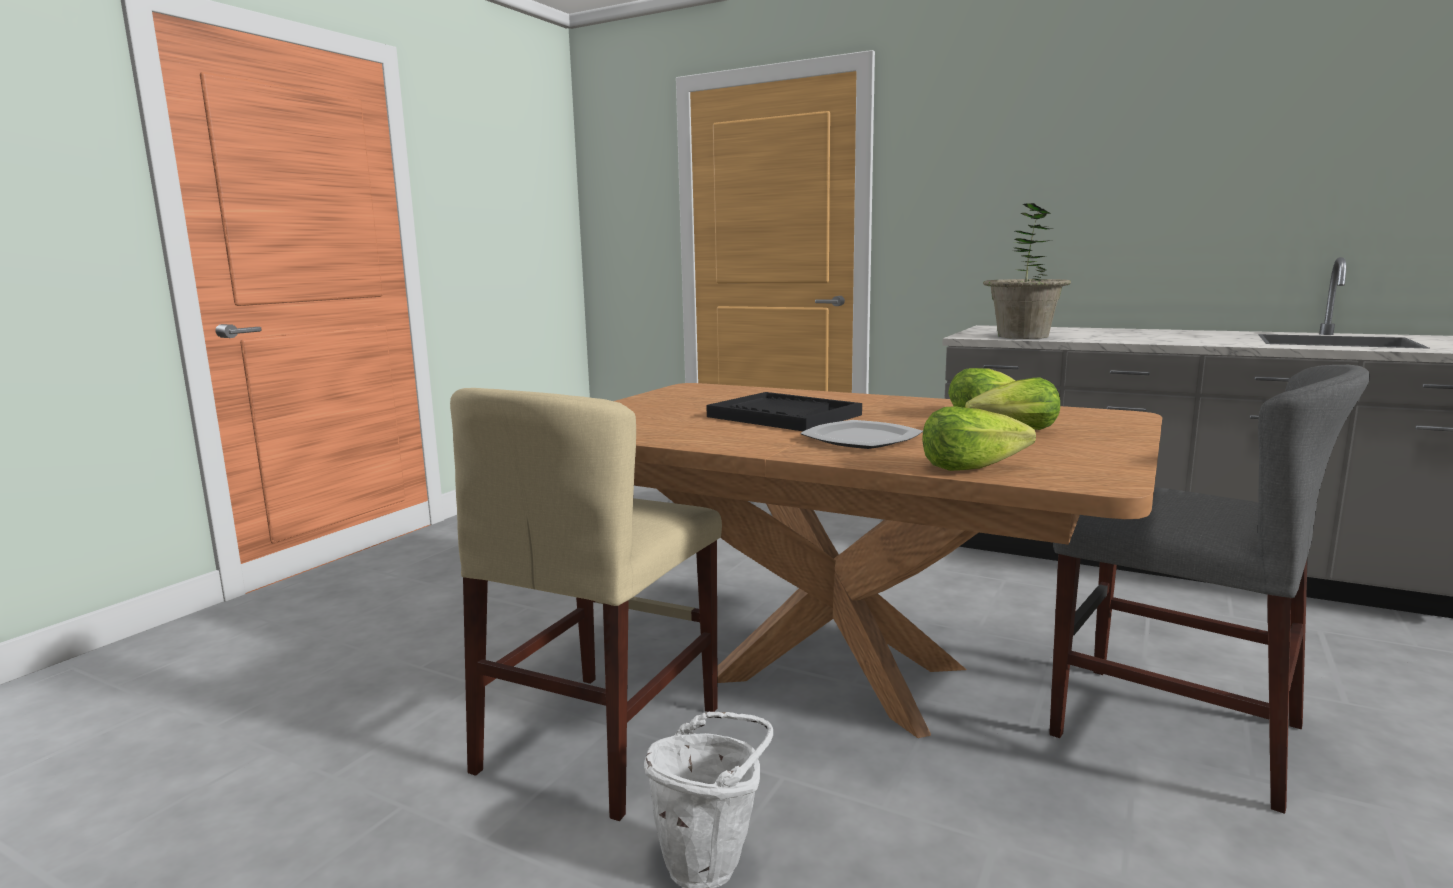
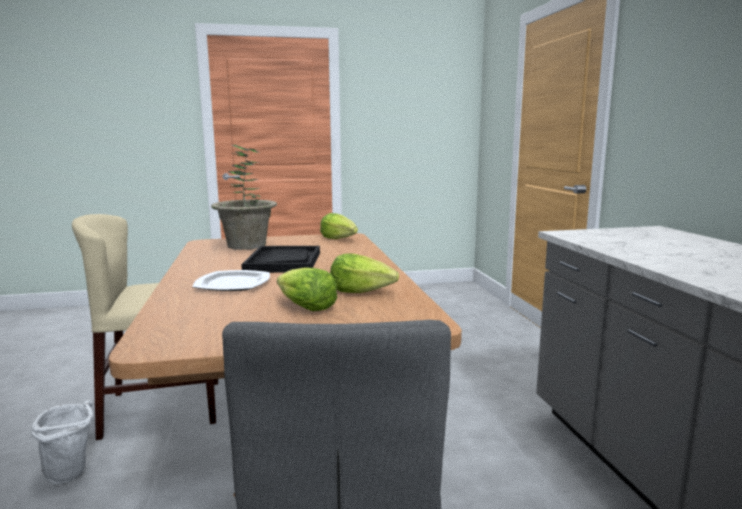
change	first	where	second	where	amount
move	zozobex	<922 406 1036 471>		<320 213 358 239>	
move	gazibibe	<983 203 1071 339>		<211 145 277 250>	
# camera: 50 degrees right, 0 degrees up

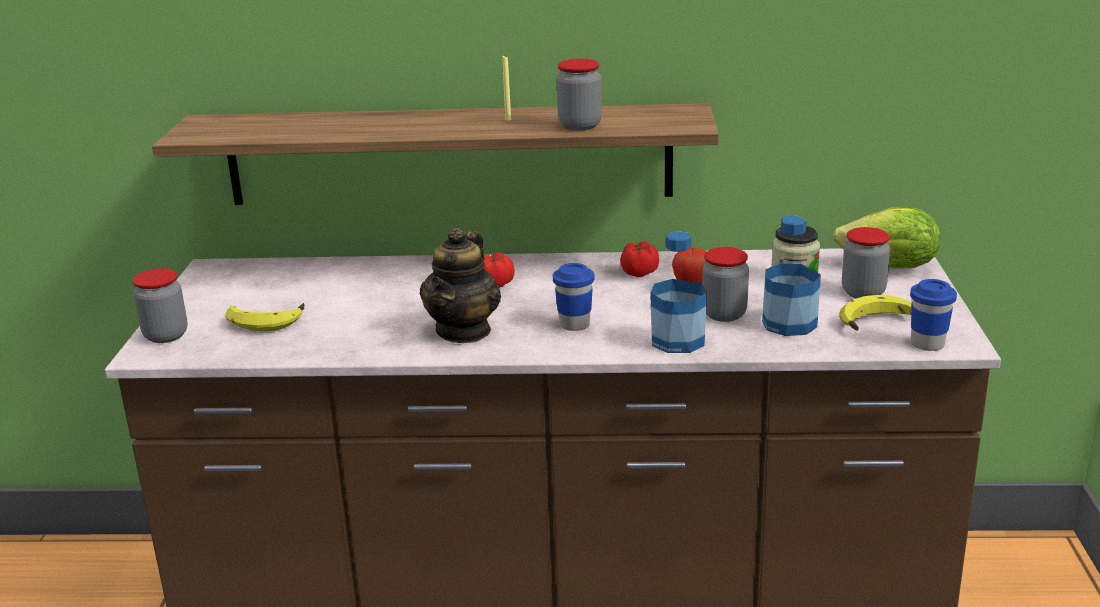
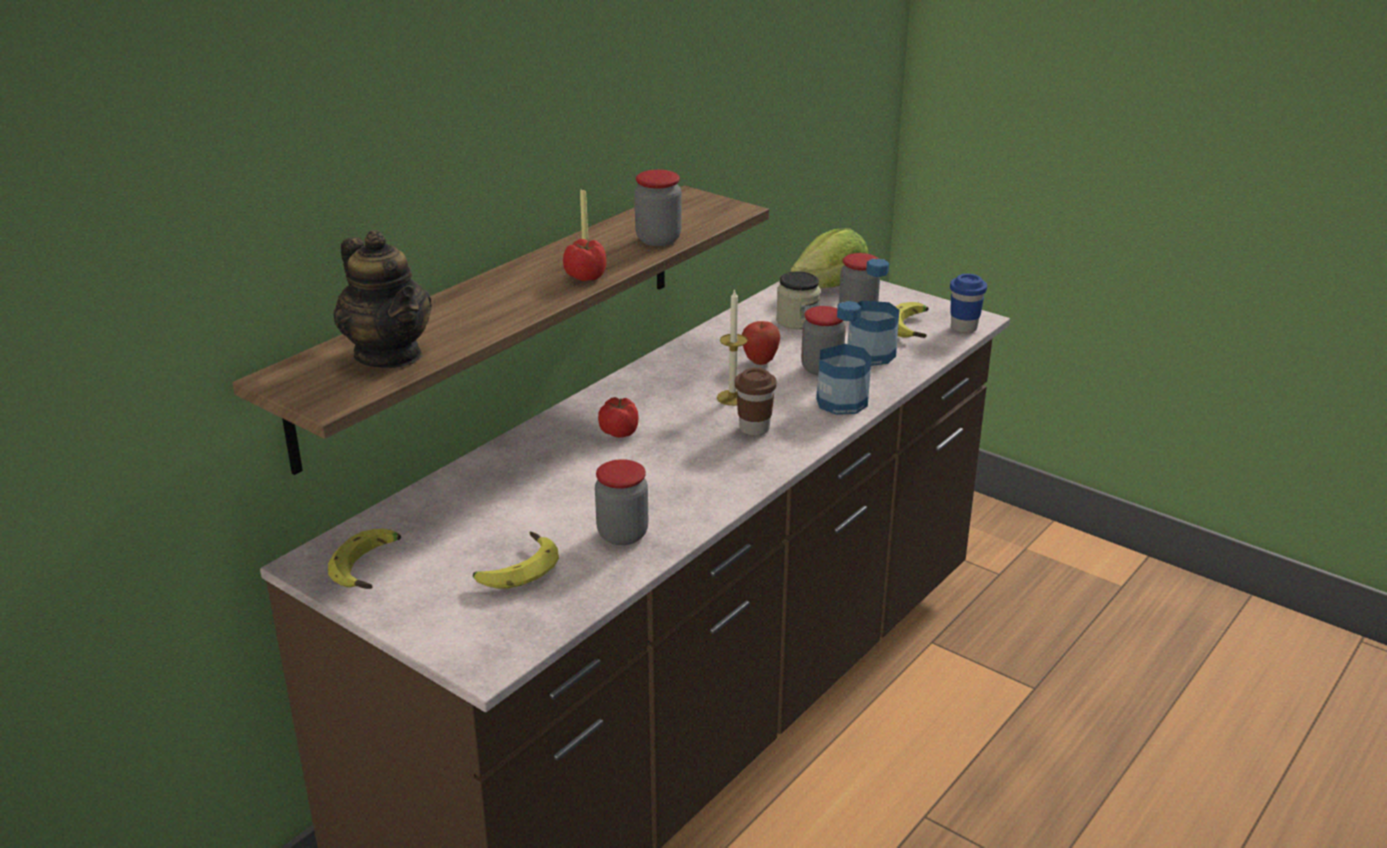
change	first	where	second	where	amount
insert			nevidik	<328 528 401 589>	
insert			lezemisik	<717 289 748 406>	
move	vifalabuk	<132 268 187 343>		<595 459 648 545>	
move	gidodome	<420 227 501 343>		<334 230 432 368>	
move	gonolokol	<620 241 659 277>		<563 239 606 281>	
recolor	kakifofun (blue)	<553 263 594 331>	kakifofun (brown)	<735 368 777 436>	
# camera: 55 degrees left, 5 degrees up

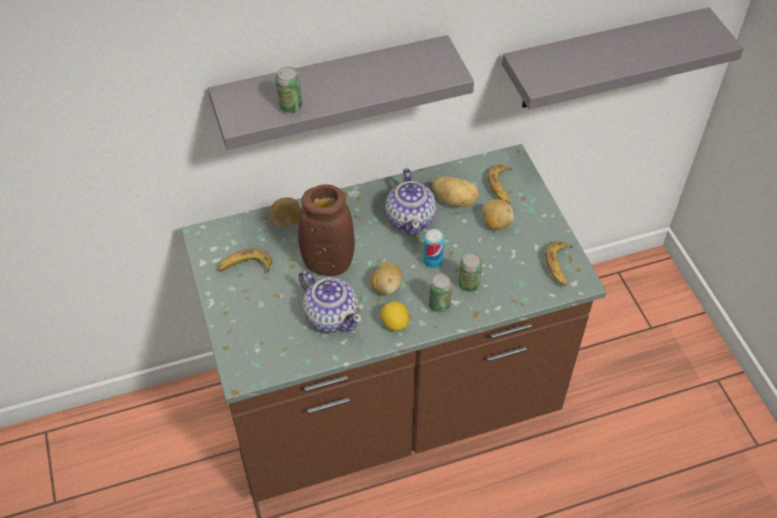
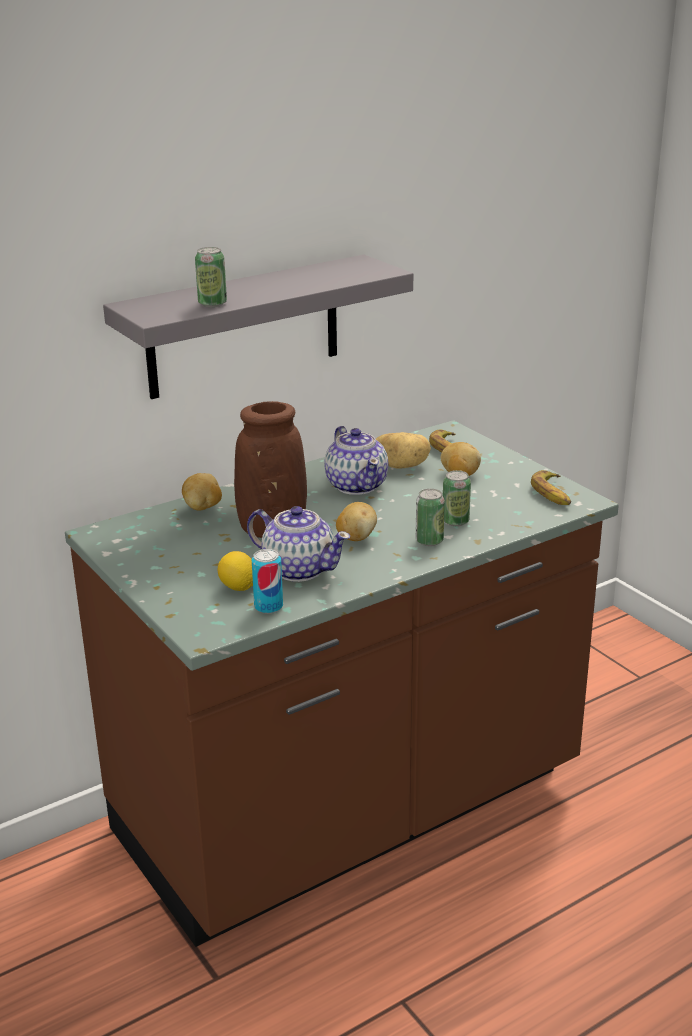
change	first	where	second	where	amount
delete	nevidik	<218 249 272 273>			
delete	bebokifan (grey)	<502 7 744 110>			
move	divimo	<381 301 409 331>		<218 551 253 591>	
move	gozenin	<423 229 444 268>		<252 549 283 614>	
# camera: 15 degrees left, 25 degrees down

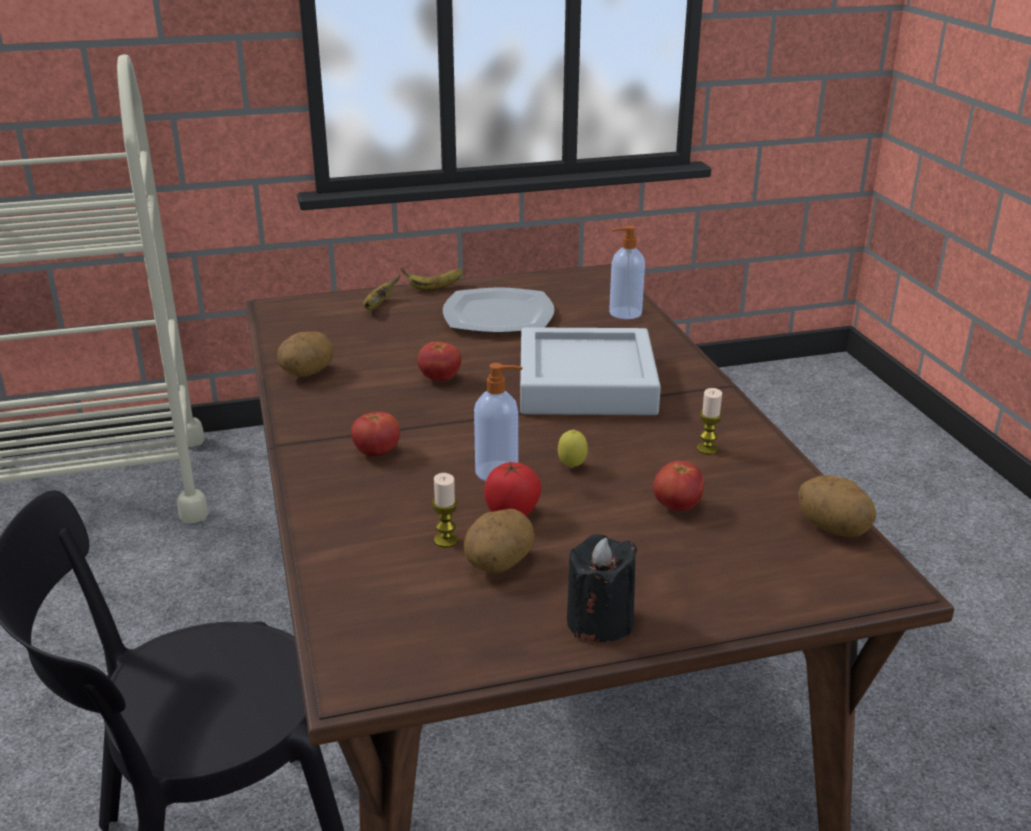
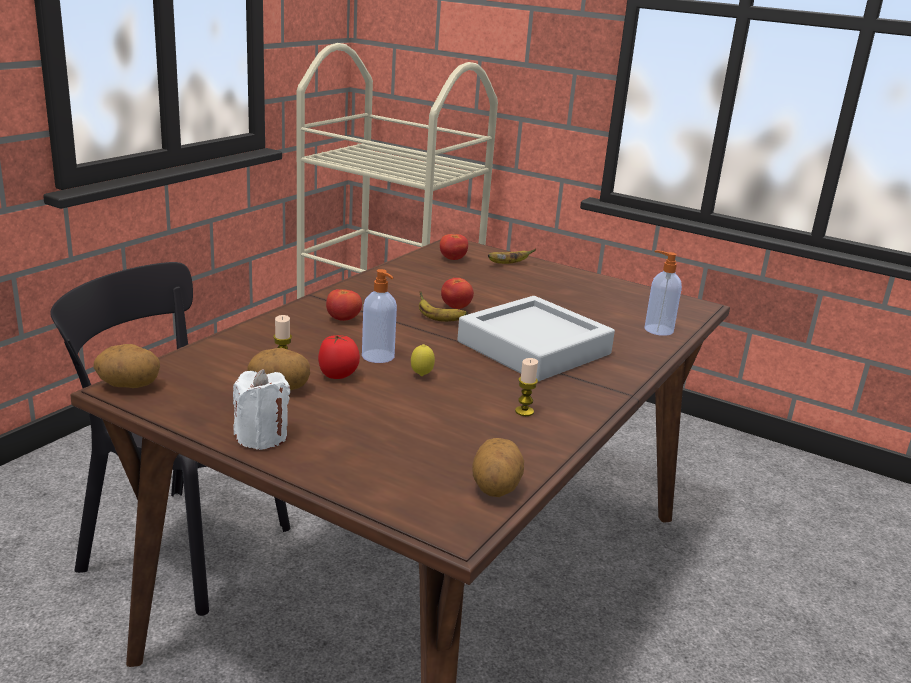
change	first	where	second	where	amount
delete	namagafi	<443 287 555 333>			
move	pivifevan	<277 331 334 377>		<93 344 160 388>	
move	nevidik	<400 268 464 290>		<419 291 468 322>	
move	gonolokol	<653 461 704 511>		<440 234 468 260>	
recolor	lezemisik (black)	<567 534 637 642>	lezemisik (white)	<233 369 290 450>	
# camera: 45 degrees right, 5 degrees down

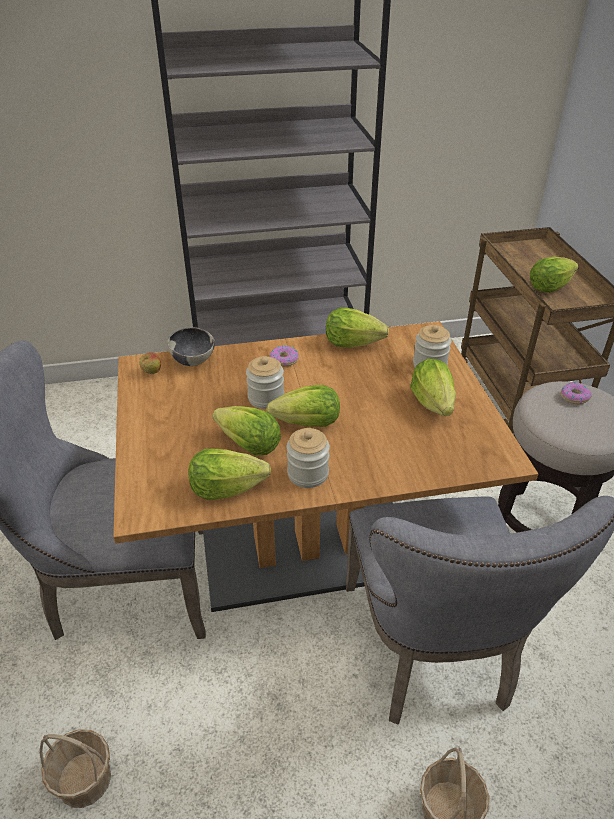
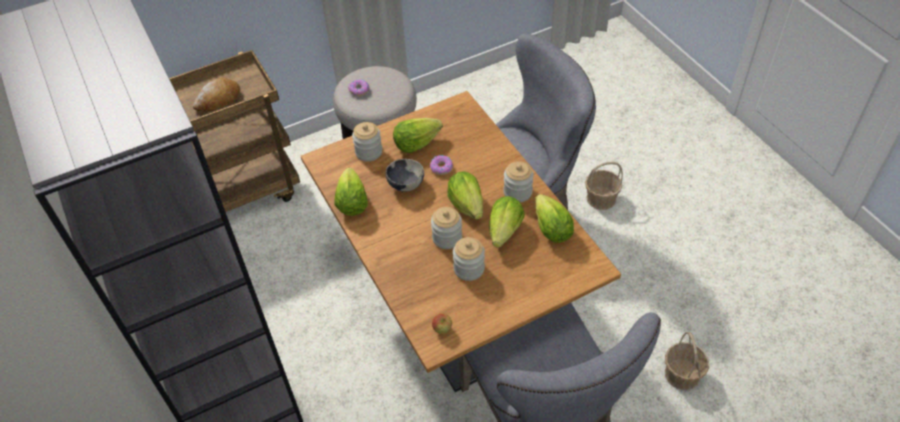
change	first	where	second	where	amount
insert			vifalabuk	<453 237 485 281>	
move	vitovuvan	<167 327 215 366>		<385 159 424 192>	
move	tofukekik	<269 345 299 366>		<430 155 453 175>	
replace	zozobex	<530 257 579 293>	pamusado	<193 77 240 112>	
# camera: 105 degrees left, 10 degrees up

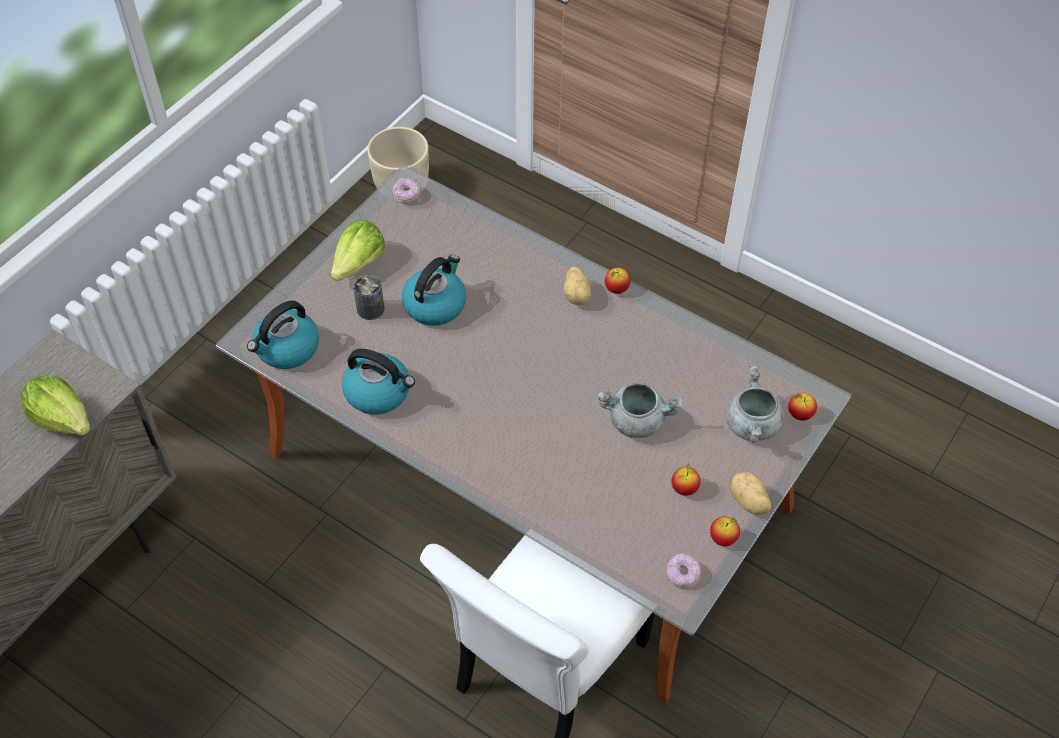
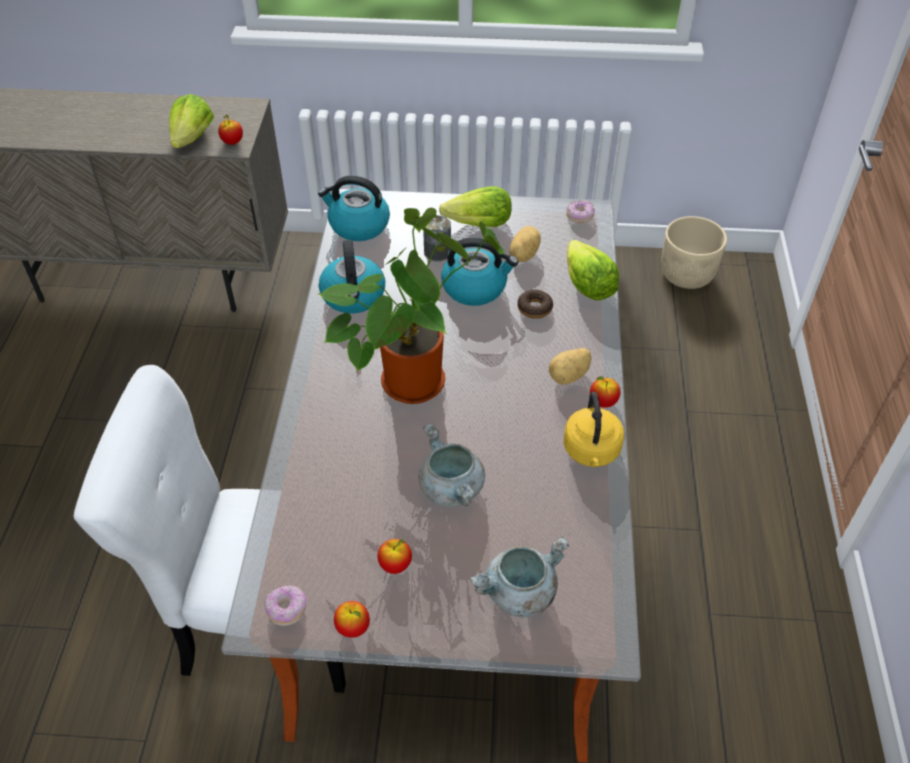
change	first	where	second	where	amount
insert			gazibibe	<317 208 505 404>	
insert			tofukekik	<517 290 553 319>	
insert			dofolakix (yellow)	<564 392 624 467>	
insert			zozobex	<567 240 619 300>	
move	pivifevan	<730 472 771 515>		<510 226 541 262>	
move	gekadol	<788 393 817 421>		<218 115 243 145>	
# camera: 60 degrees right, 5 degrees down

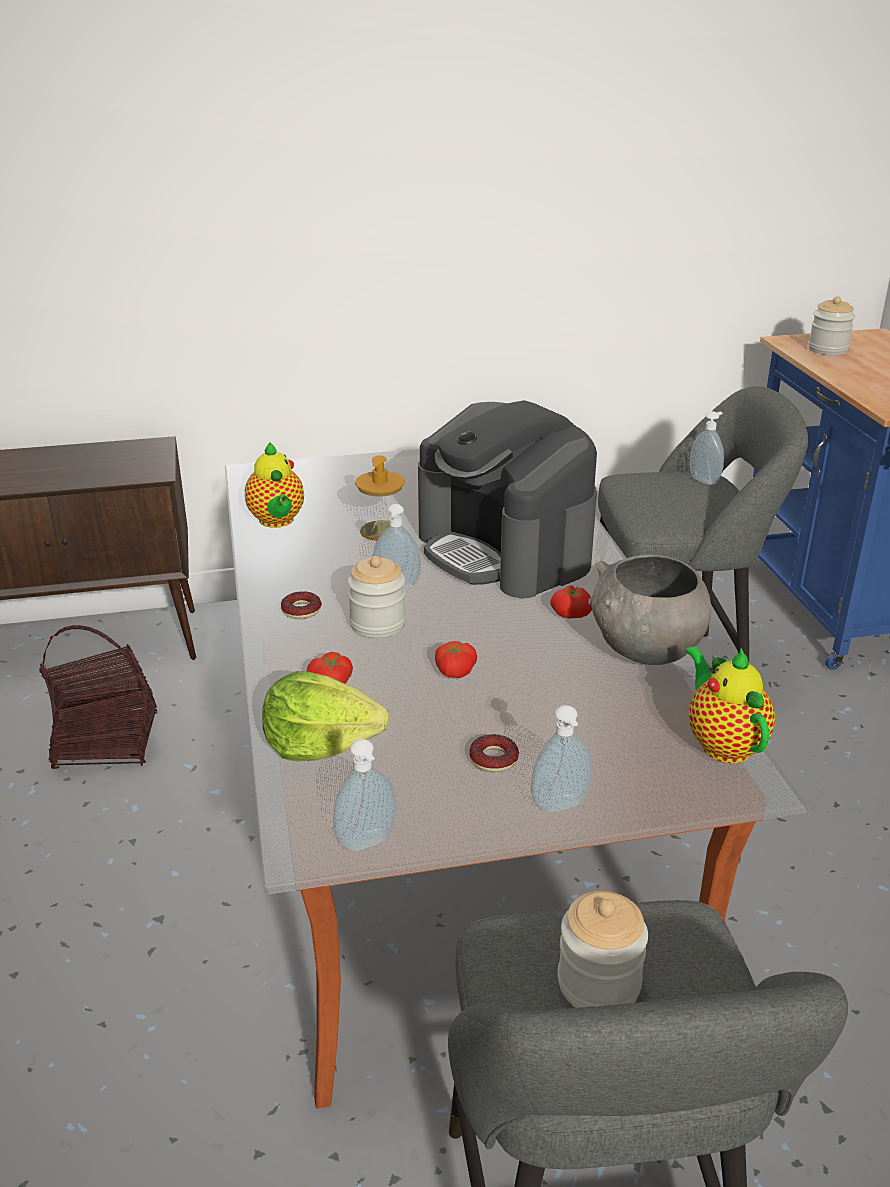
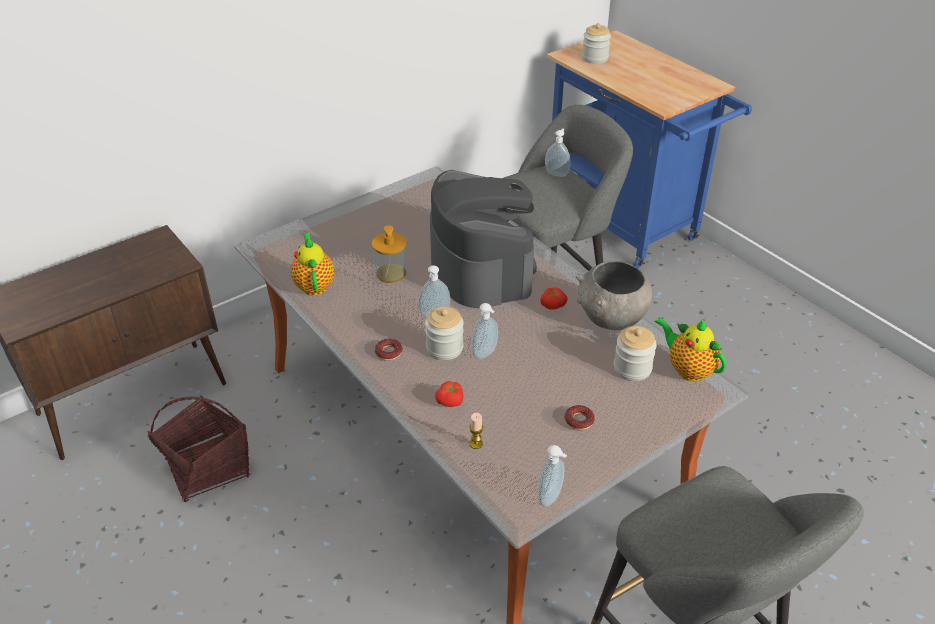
change	first	where	second	where	amount
delete	gonolokol	<435 641 477 678>			
move	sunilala	<531 705 592 813>		<471 303 498 360>	
move	vifalabuk	<558 891 648 1008>		<614 326 657 381>	
replace	zozobex	<262 671 389 761>	lezemisik	<469 413 483 449>	
rotate	gidodome	<245 443 304 528>		<291 233 334 296>	150 degrees counterclockwise
rotate	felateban	<418 400 597 598>		<430 170 537 308>	135 degrees counterclockwise
# camera: 25 degrees left, 10 degrees up

